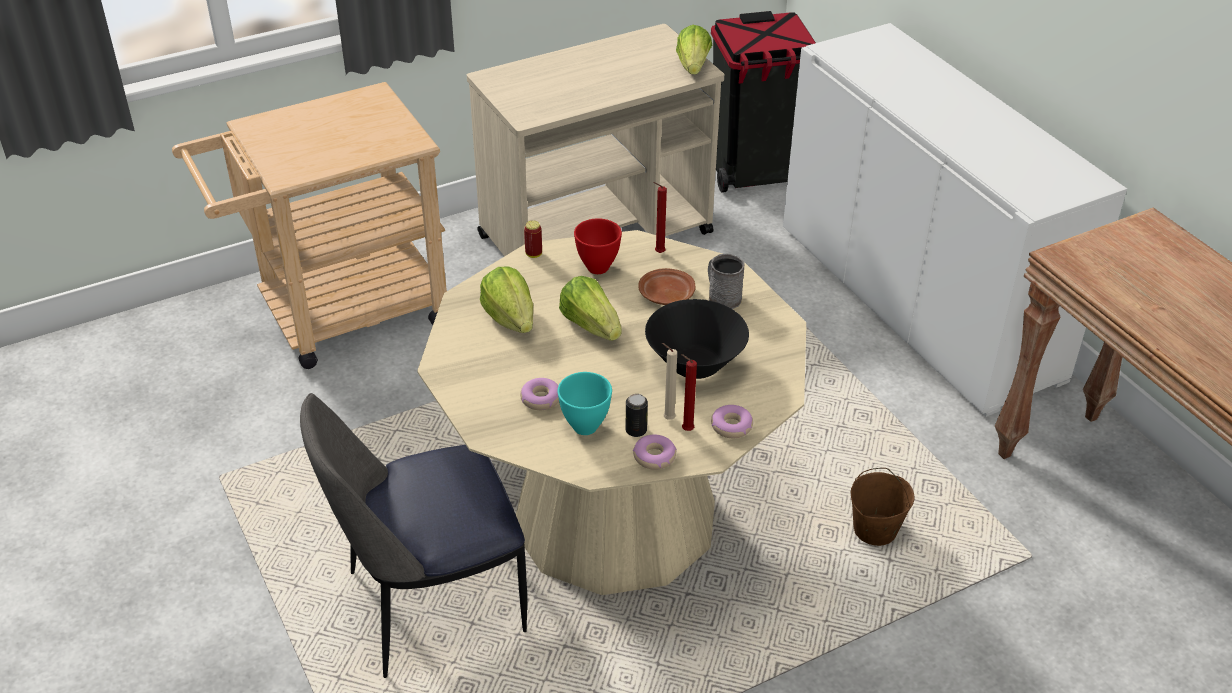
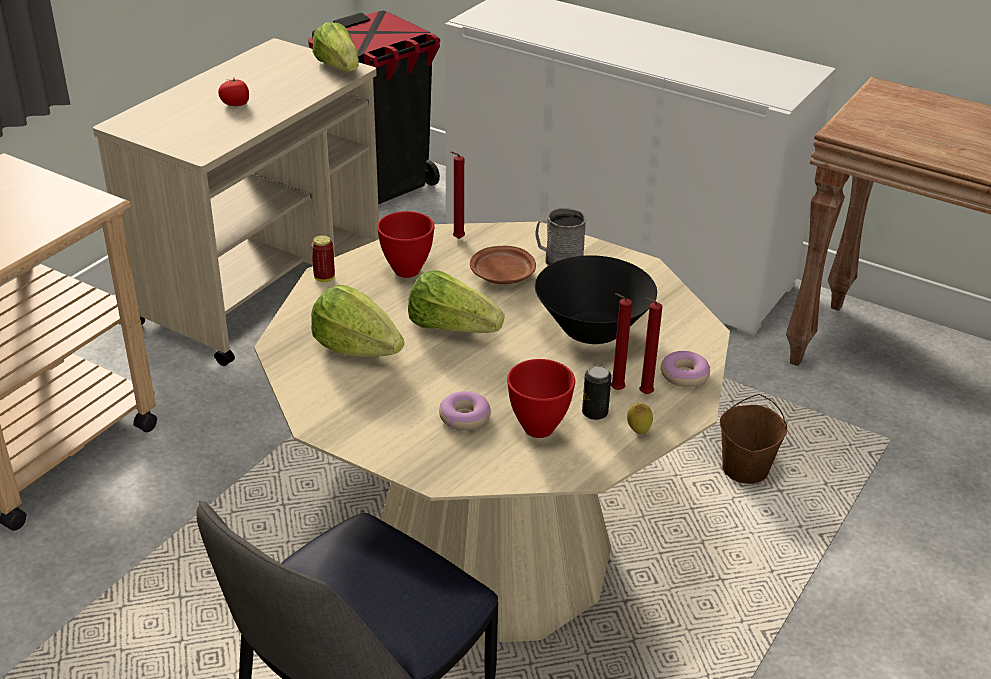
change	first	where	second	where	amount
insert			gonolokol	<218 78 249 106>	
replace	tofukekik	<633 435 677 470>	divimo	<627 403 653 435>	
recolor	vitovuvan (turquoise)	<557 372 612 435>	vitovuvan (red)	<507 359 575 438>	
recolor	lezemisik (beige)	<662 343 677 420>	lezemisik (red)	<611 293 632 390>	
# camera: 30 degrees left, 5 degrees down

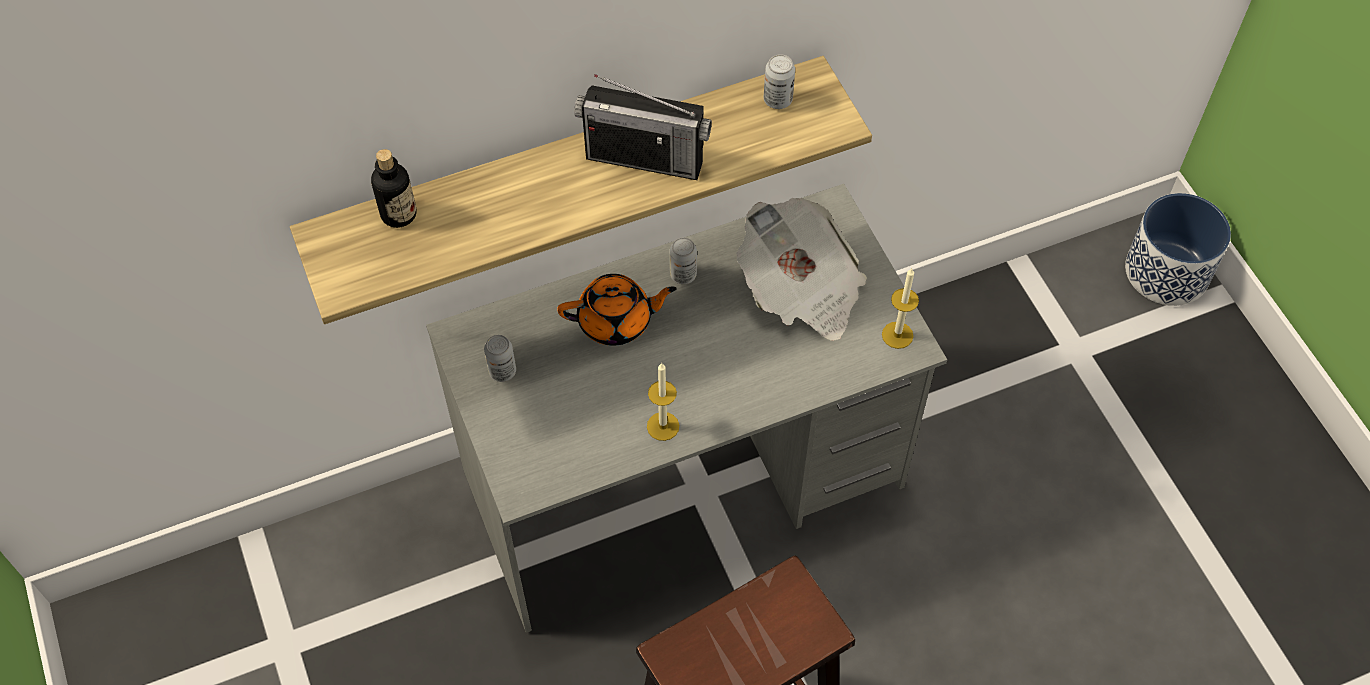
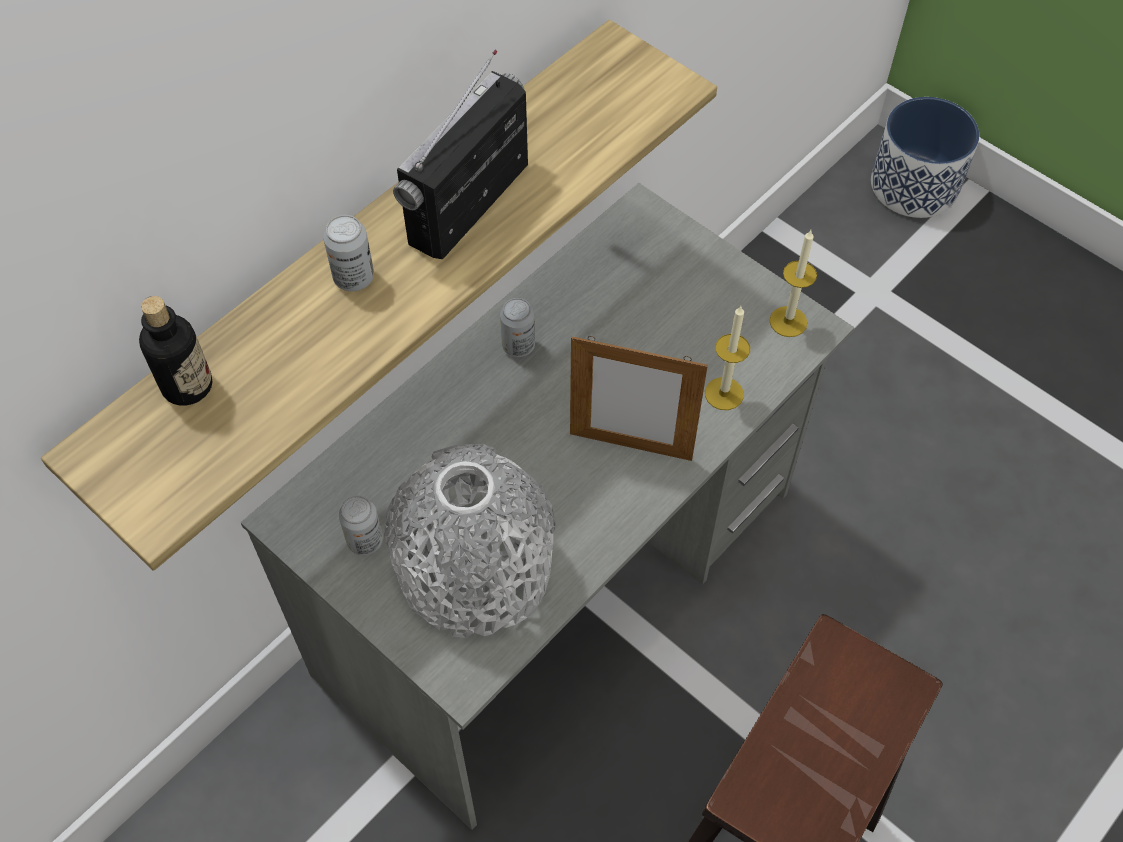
change	first	where	second	where	amount
delete	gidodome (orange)	<557 274 677 346>			
delete	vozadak	<737 198 867 341>			
insert			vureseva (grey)	<384 444 556 638>	
insert			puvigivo	<570 336 708 461>	
move	lezemisik	<647 363 679 441>		<705 306 750 410>	
move	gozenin	<764 54 795 109>		<323 215 374 291>	
rotate	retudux	<574 74 712 180>		<393 50 528 259>	135 degrees clockwise
# camera: 25 degrees left, 0 degrees up

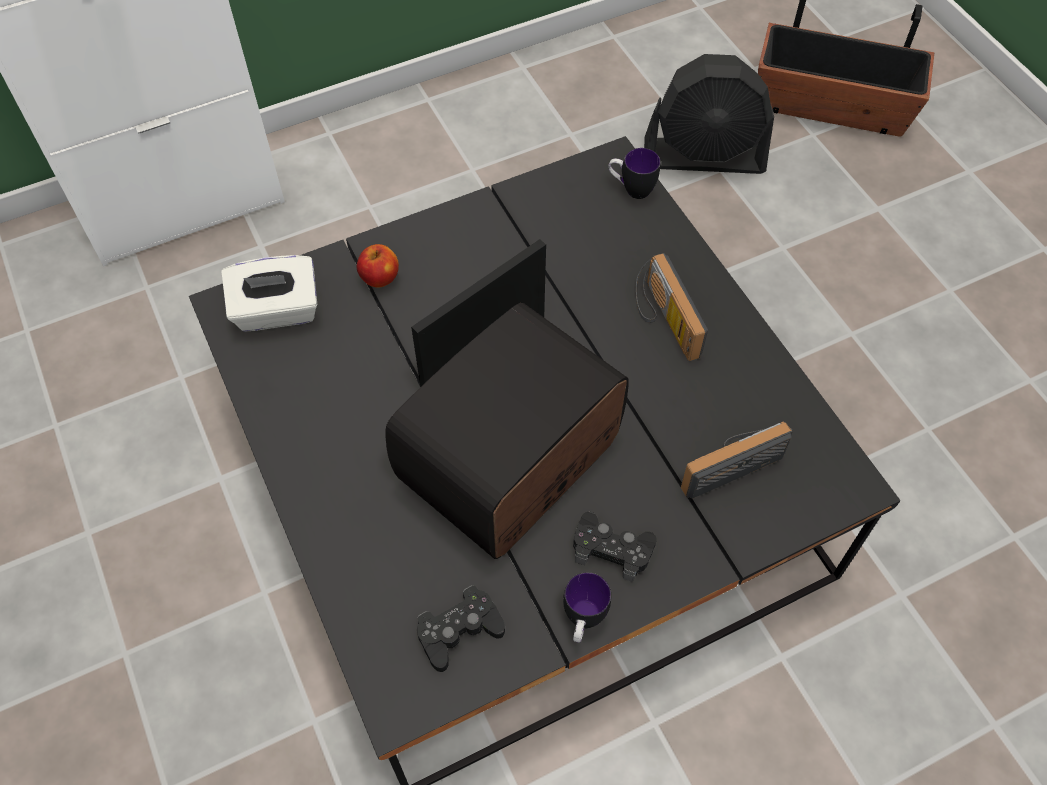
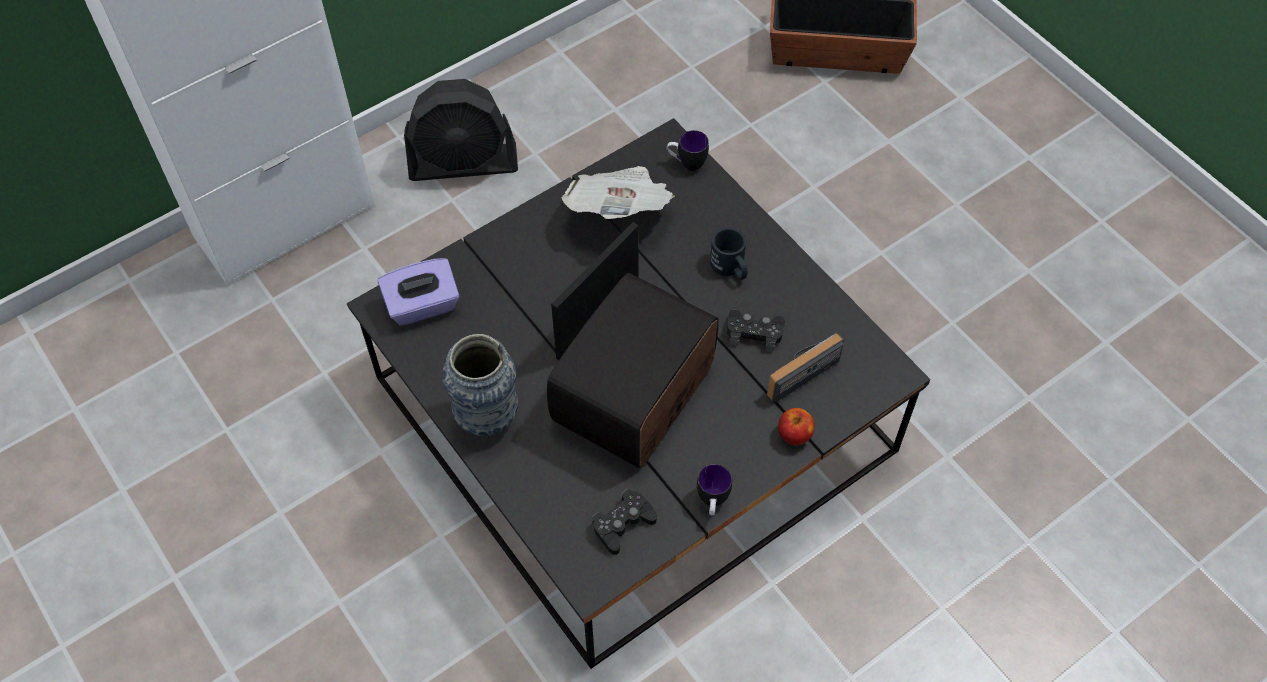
change	first	where	second	where	amount
insert			vureseva	<442 334 518 436>	
insert			vozadak	<562 166 675 219>	
move	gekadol	<357 244 399 288>		<778 408 815 445>	
move	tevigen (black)	<573 512 657 582>		<727 309 785 352>	
move	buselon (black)	<644 54 774 174>		<404 79 518 181>	
replace	retudux	<636 253 708 361>	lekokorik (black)	<710 227 747 280>	
recolor	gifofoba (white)	<221 255 317 331>	gifofoba (purple)	<378 258 460 326>	
# camera: 10 degrees left, 0 degrees up

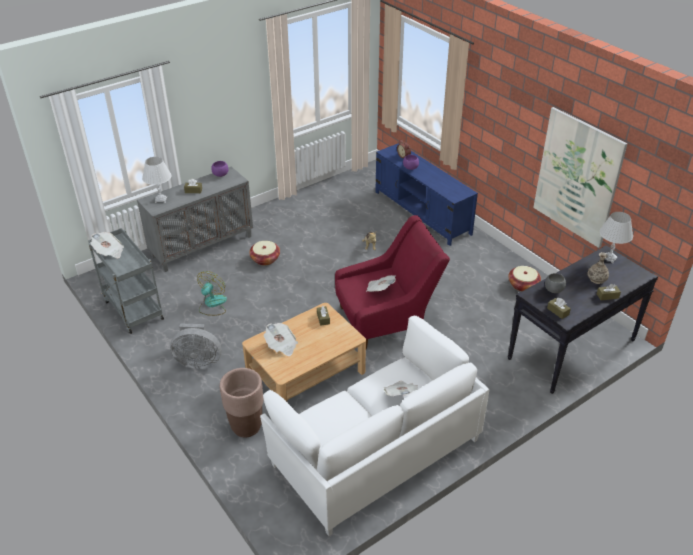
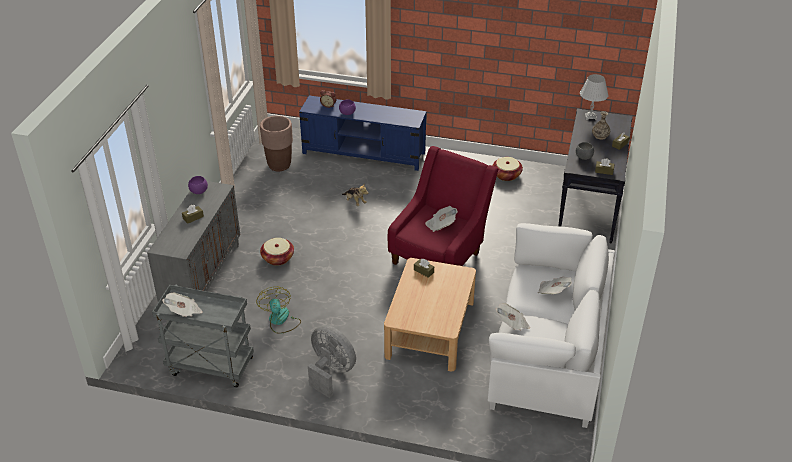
change	first	where	second	where	amount
delete	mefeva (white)	<142 157 172 203>			
delete	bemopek	<533 107 628 248>			
move	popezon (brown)	<220 368 263 437>		<260 116 293 171>	
move	vozadak	<264 323 298 356>		<496 303 530 330>	
rotate	buselon (grey)	<170 323 222 369>		<308 325 356 398>	105 degrees counterclockwise
# camera: 40 degrees left, 0 degrees up

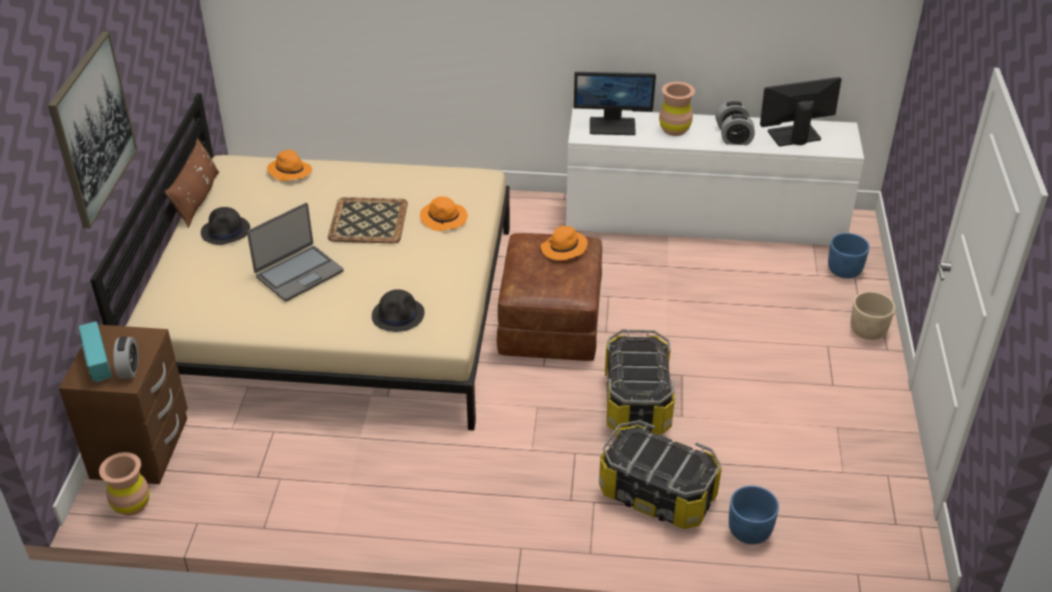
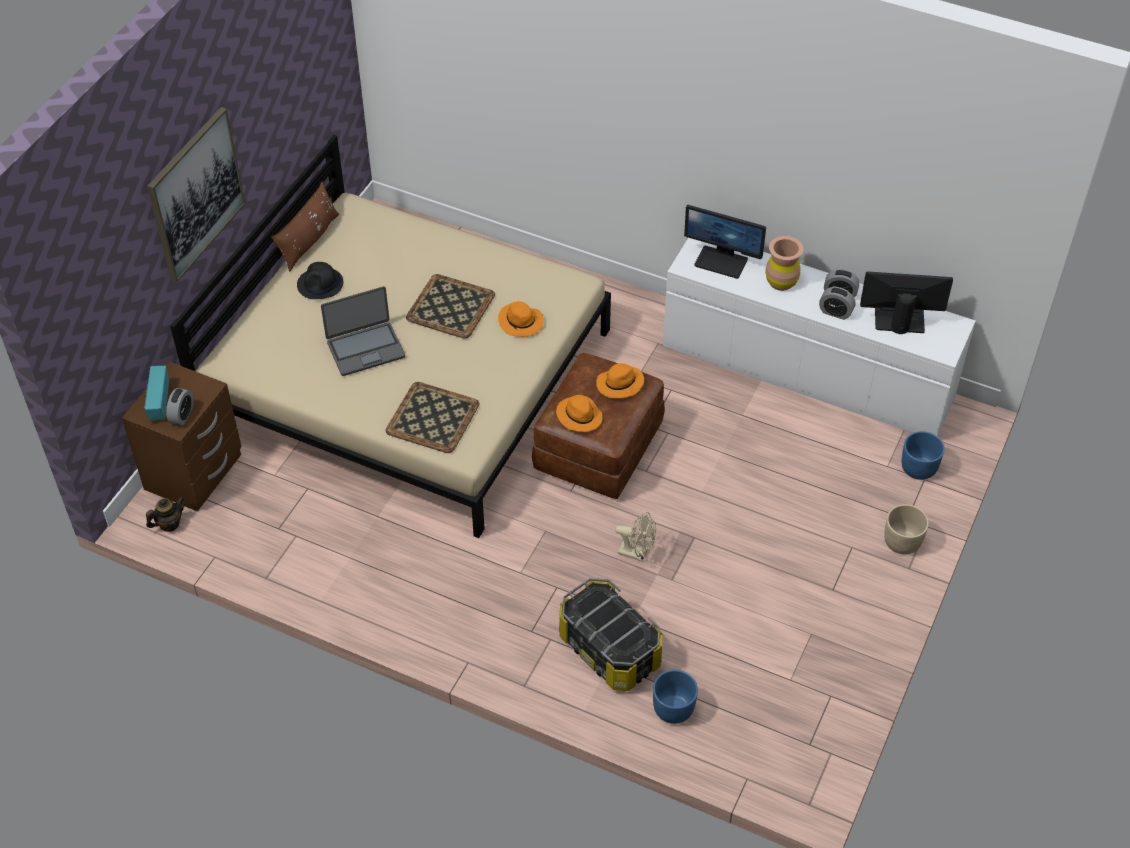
change	first	where	second	where	amount
move	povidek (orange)	<267 150 312 181>		<556 395 603 432>	
replace	vureseva (brown)	<99 452 150 516>	gidodome	<146 496 185 532>	
replace	povidek (black)	<372 289 425 332>	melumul	<385 382 479 453>	
replace	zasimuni	<605 330 675 435>	buselon (beige)	<615 512 656 562>	
# camera: 20 degrees right, 10 degrees up

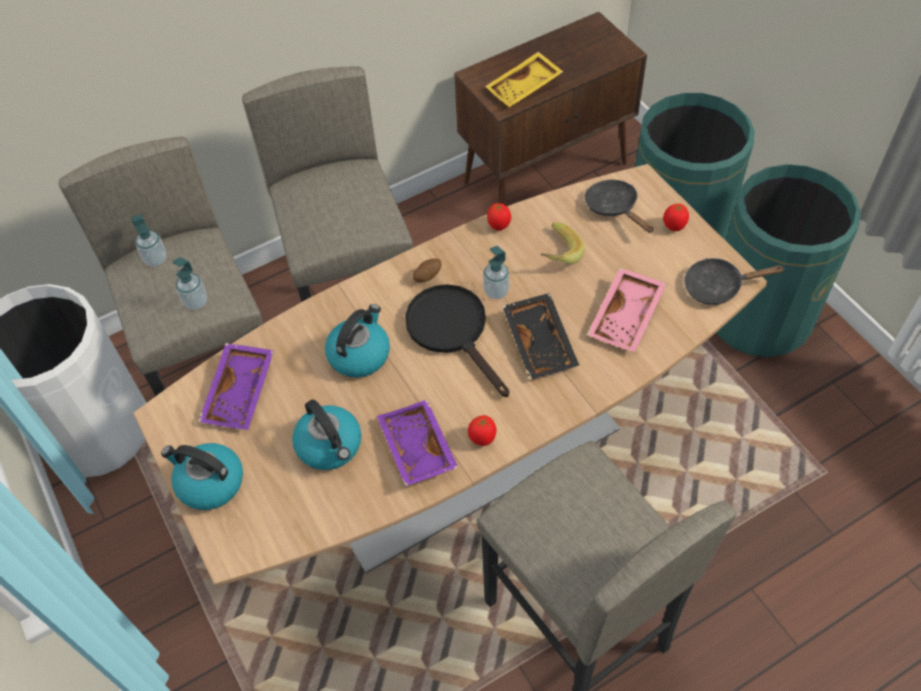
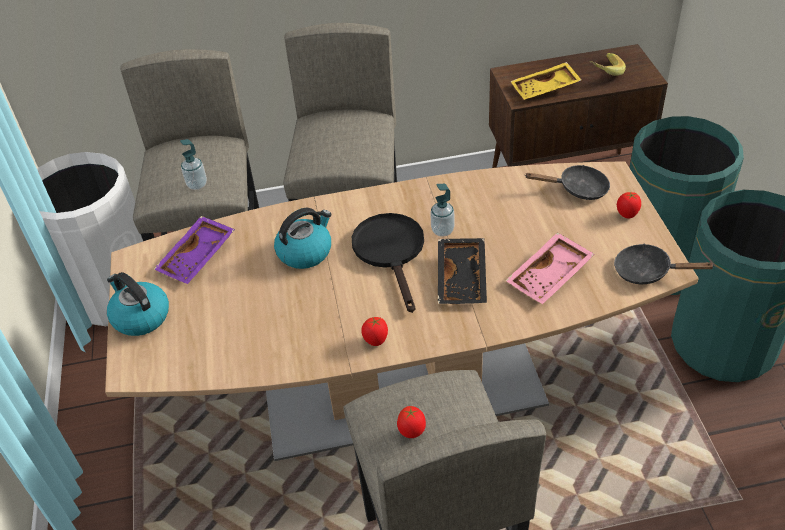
change	first	where	second	where	amount
delete	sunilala	<131 214 167 266>			
delete	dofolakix	<292 399 361 470>			
delete	melumul (purple)	<377 400 458 486>			
delete	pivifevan	<413 259 441 282>			
move	gonolokol	<487 203 511 231>		<397 406 426 438>	
move	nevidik	<541 222 584 264>		<590 53 626 76>	
rotate	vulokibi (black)	<584 180 653 233>		<524 165 610 200>	105 degrees clockwise
# camera: 20 degrees right, 10 degrees down

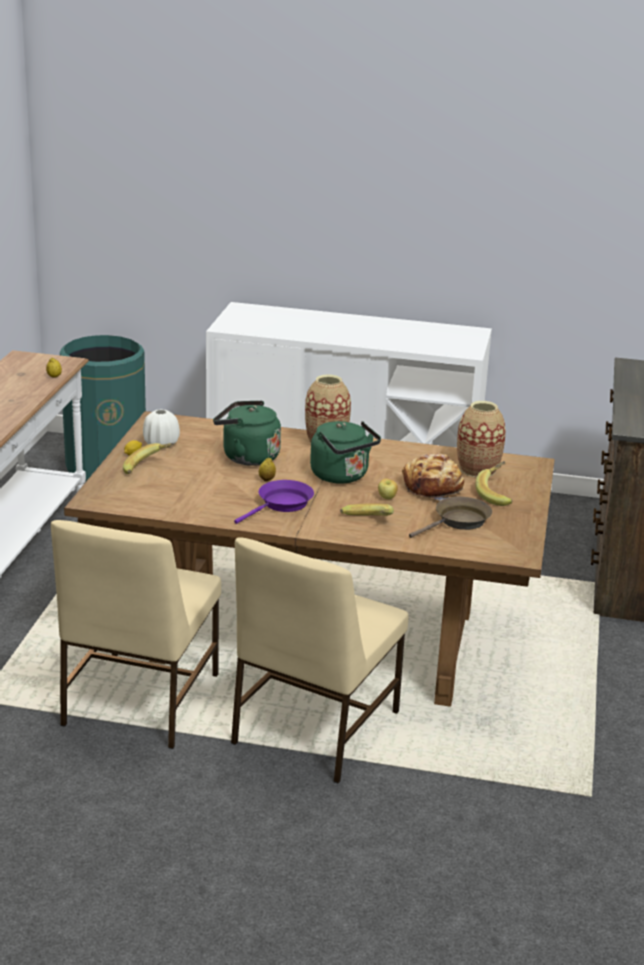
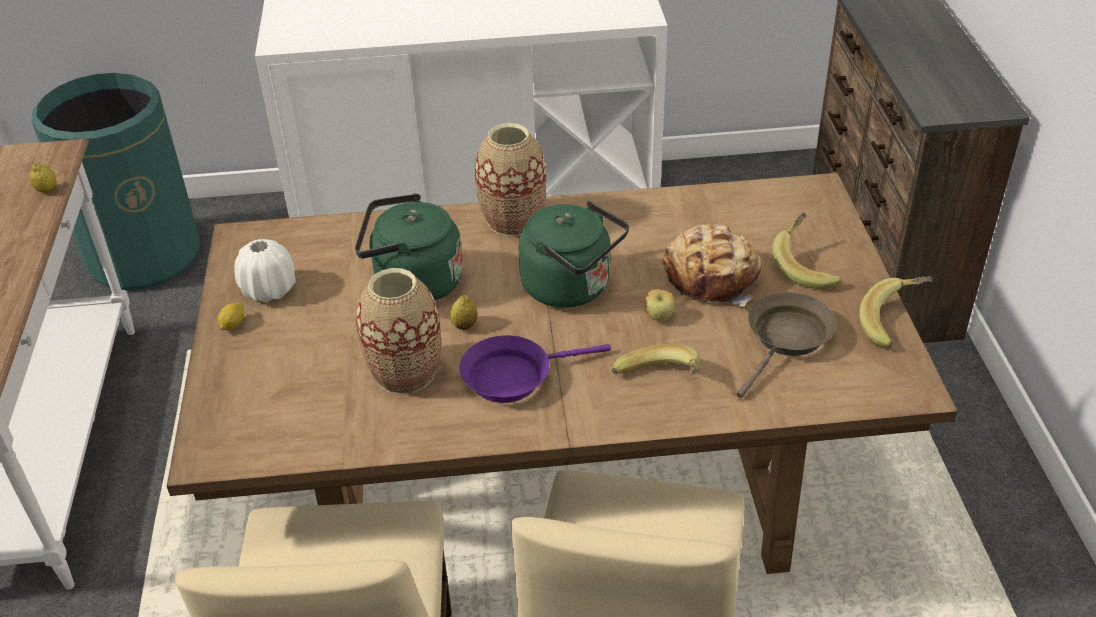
change	first	where	second	where	amount
move	nevidik	<123 443 174 474>		<859 277 933 347>	
move	vureseva	<457 401 506 477>		<356 268 441 395>	
rotate	vulokibi (purple)	<234 480 314 524>		<459 335 611 403>	135 degrees counterclockwise
# camera: 15 degrees left, 15 degrees up

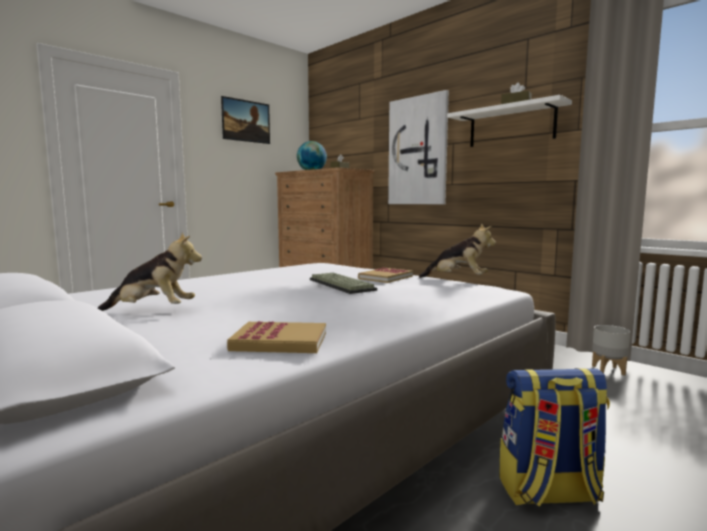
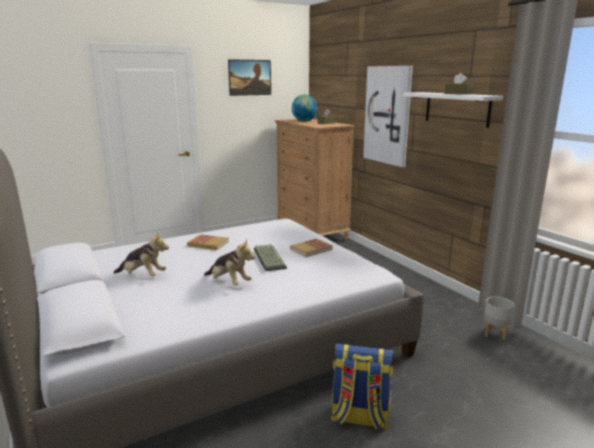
change	first	where	second	where	amount
move	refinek	<227 321 326 353>		<187 234 229 250>	
move	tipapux	<419 224 496 278>		<204 239 255 285>	
# camera: 15 degrees right, 10 degrees up

